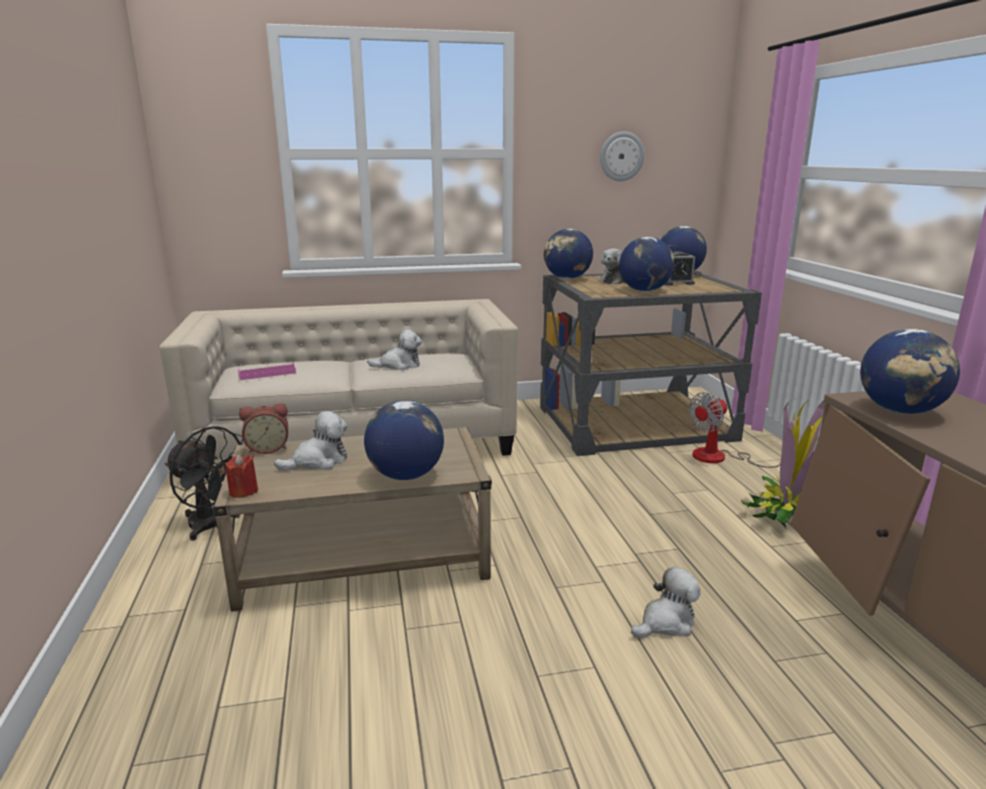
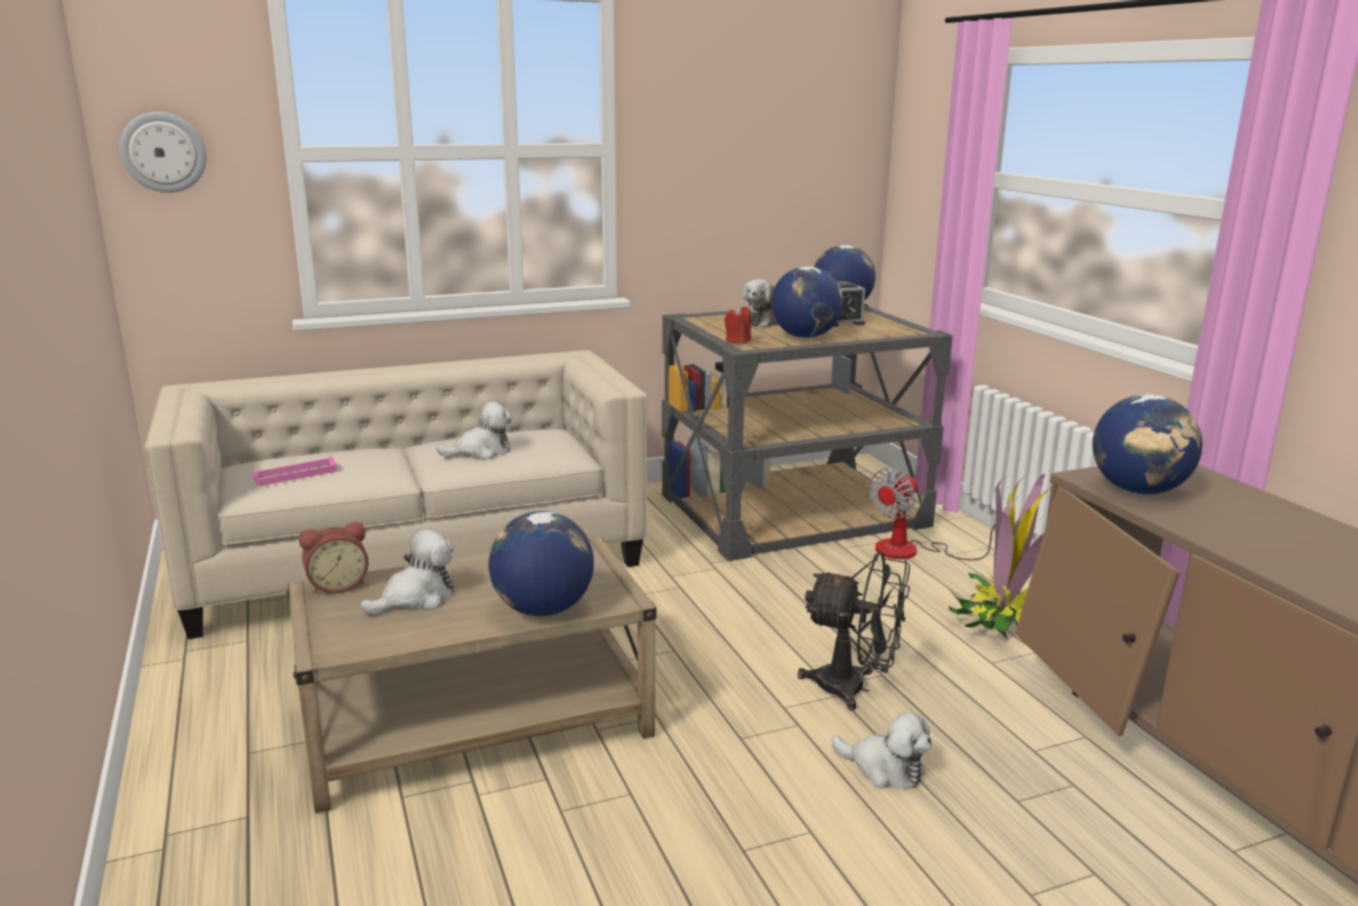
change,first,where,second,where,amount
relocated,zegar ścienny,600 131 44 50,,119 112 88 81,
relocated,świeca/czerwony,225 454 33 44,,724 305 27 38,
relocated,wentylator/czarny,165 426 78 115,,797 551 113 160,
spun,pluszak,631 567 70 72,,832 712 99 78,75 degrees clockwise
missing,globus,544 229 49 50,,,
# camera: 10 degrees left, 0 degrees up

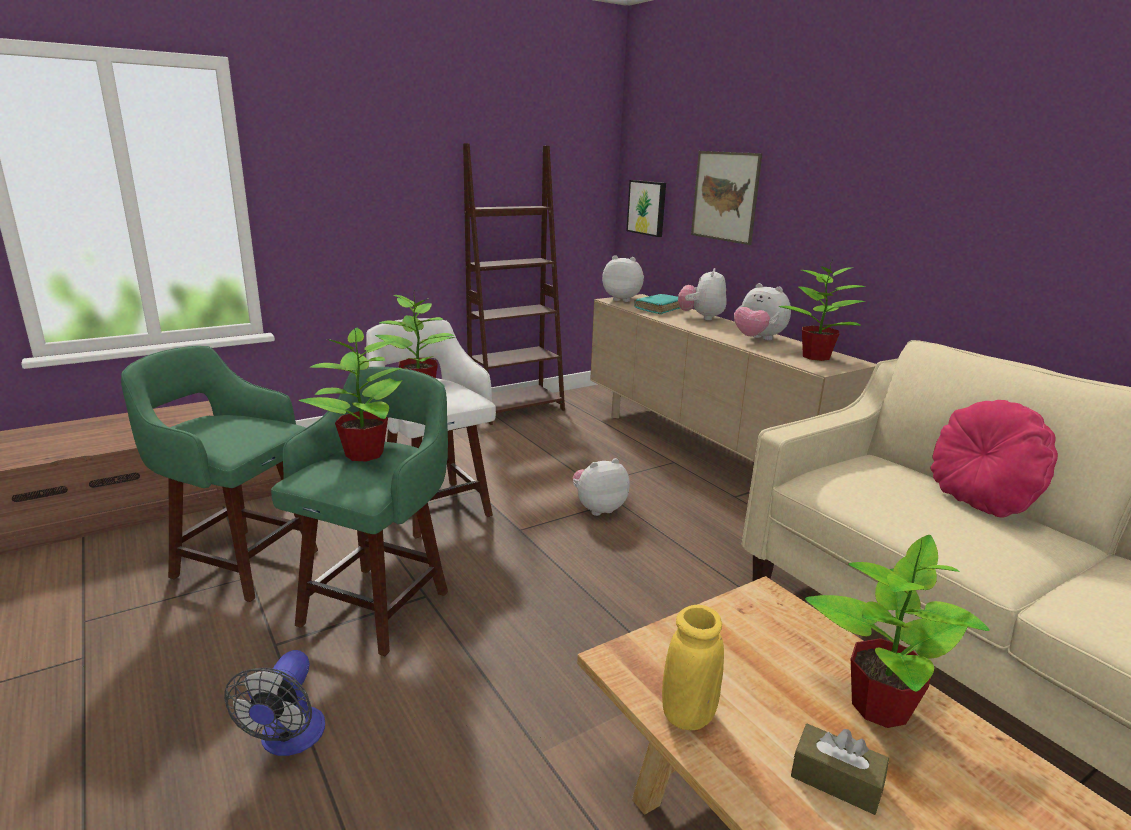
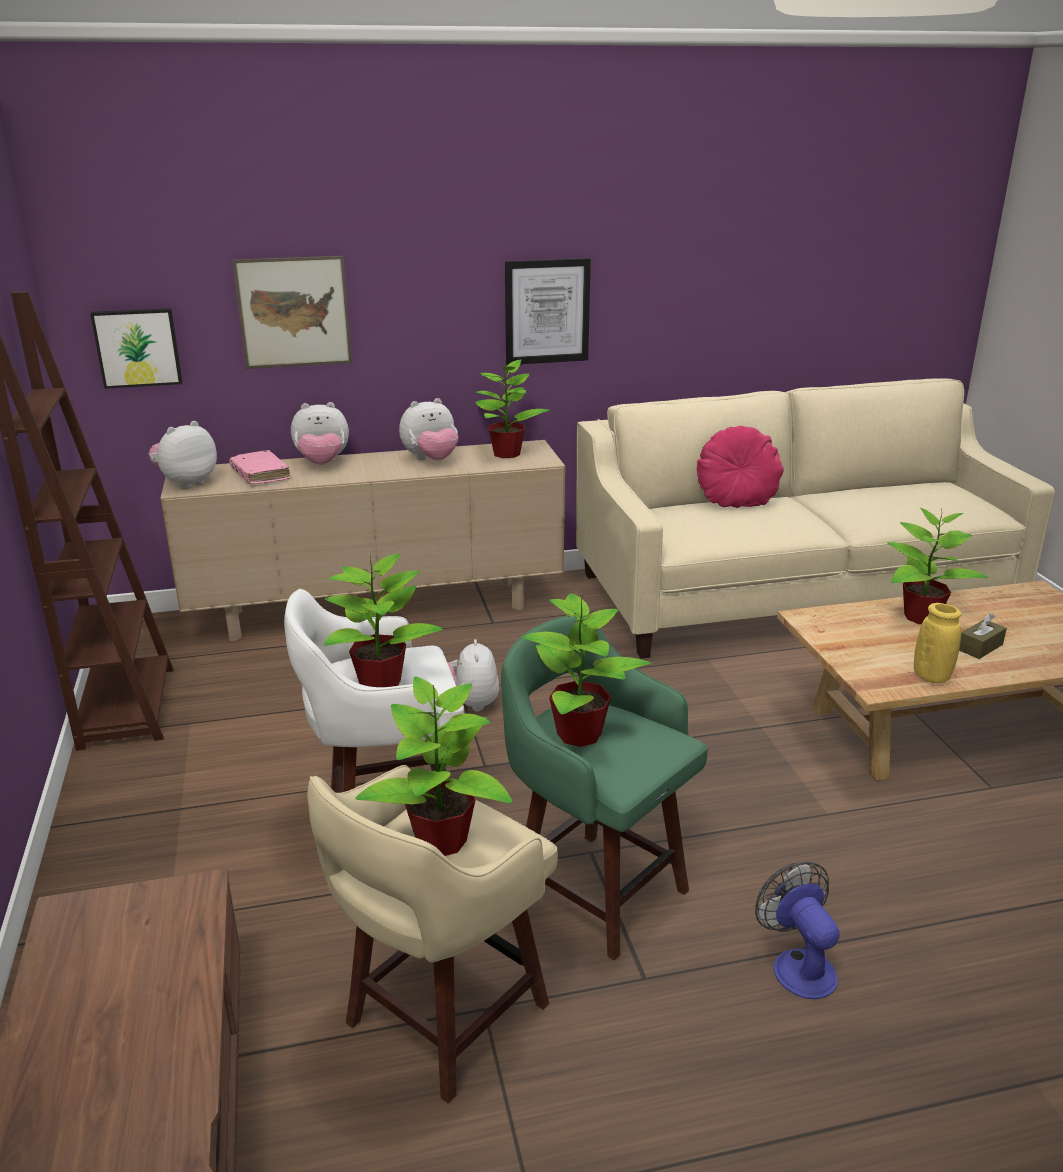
change,first,where,second,where,amount
colour,książka/turkusowy,634 294 46 20,książka/różowy,229 450 61 34,
spun,pluszak,678 268 48 52,,291 402 58 63,45 degrees counterclockwise
colour,stołek/zielony,121 346 197 256,stołek/beżowy,307 765 251 339,
appeared,,,roślina doniczkowa,356 676 156 180,
appeared,,,obraz,505 258 86 107,
spun,wentylator,224 650 101 106,,755 862 85 137,135 degrees counterclockwise
# camera: 70 degrees left, 5 degrees up

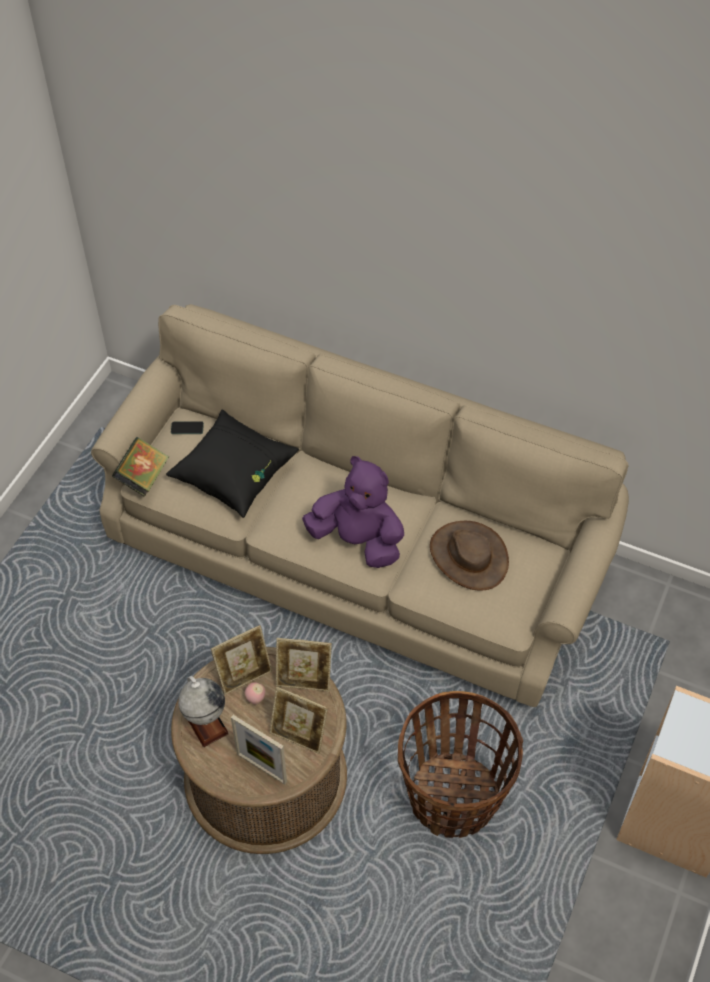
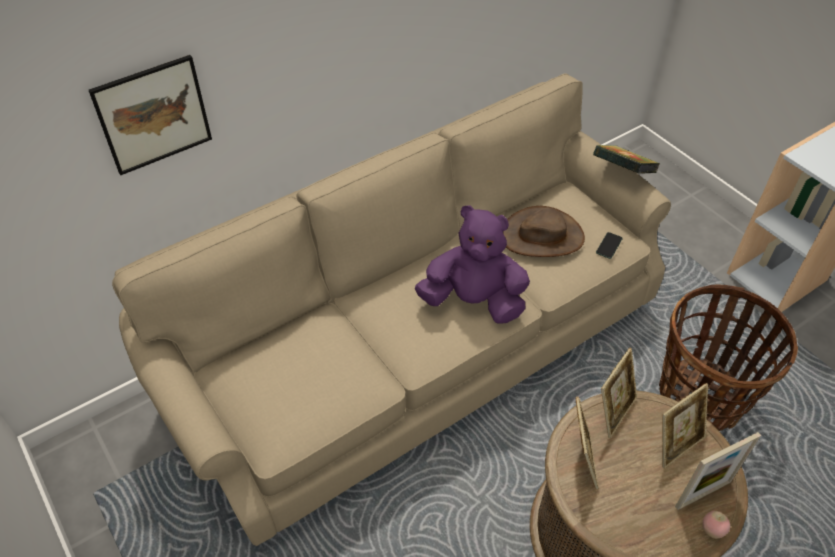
change,first,where,second,where,amount
appeared,,,obraz,89 55 123 120,
spun,pluszak/fioletowy,302 456 102 112,,415 205 115 119,45 degrees clockwise
relocated,książka,112 437 57 60,,593 145 67 28,
relocated,telefon,171 421 33 13,,596 232 27 27,
relocated,jabłko,245 682 21 23,,702 511 28 28,
missing,poduszka/czarny,166 410 133 108,,,
missing,globus,178 676 51 71,,,
# camera: 60 degrees left, 5 degrees down

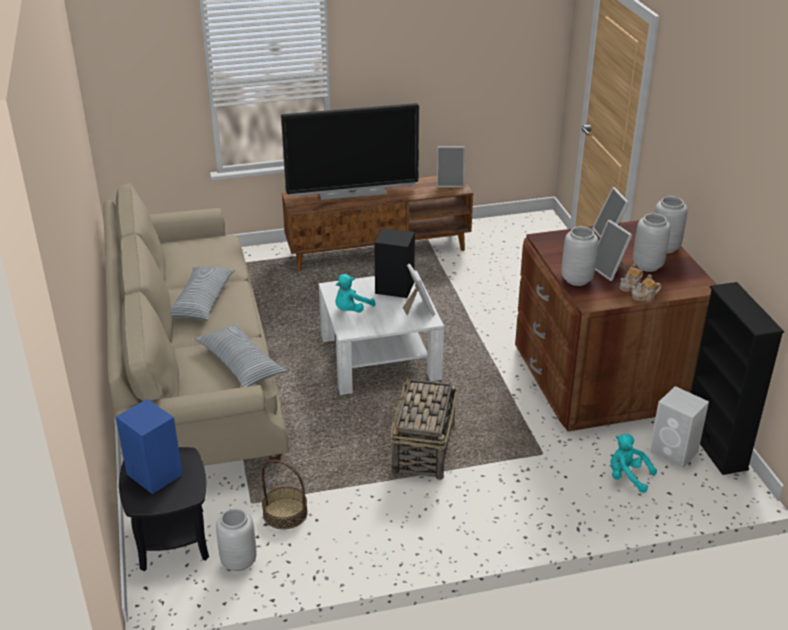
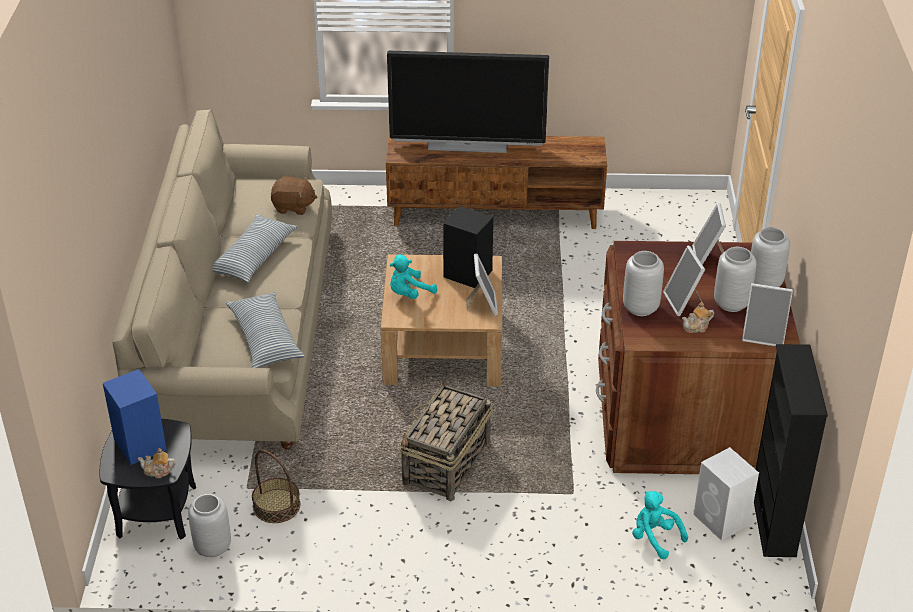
change,first,where,second,where,amount
relocated,imbryk,631 274 30 28,,138 448 38 30,
appeared,,,pluszak/brązowy,271 176 46 39,
colour,ława/biały,319 271 125 124,ława/brązowy,381 254 121 132,
relocated,ramka na zdjęcie,437 146 28 41,,742 283 51 63,
# camera: 15 degrees right, 5 degrees up

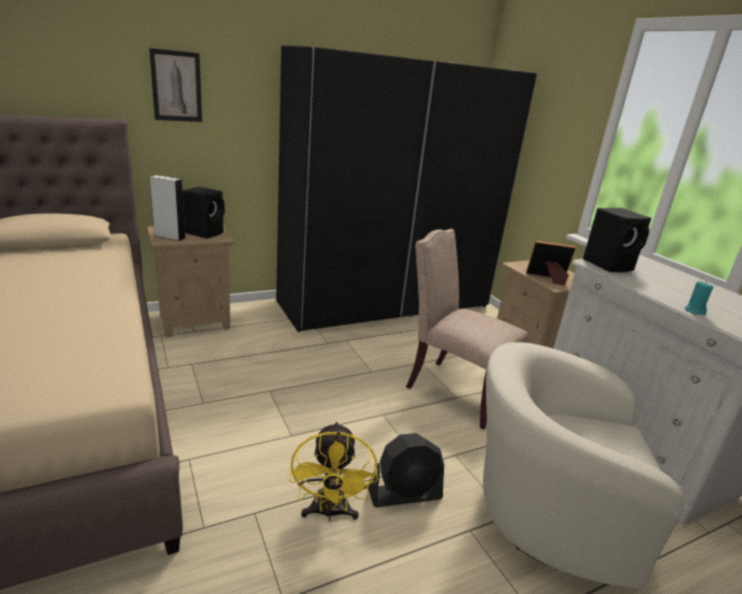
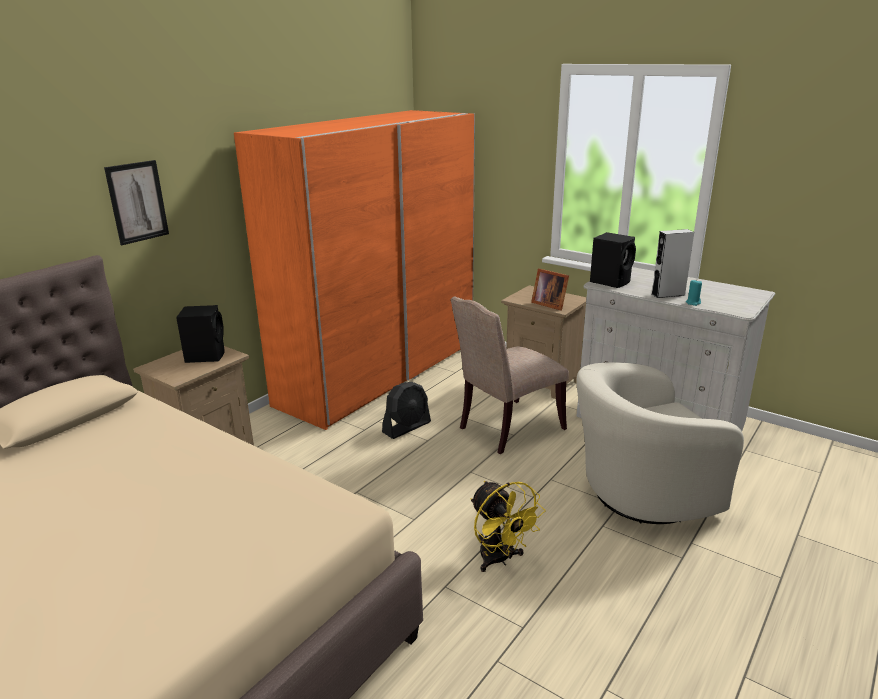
change,first,where,second,where,amount
colour,szafa/czarny,276 46 262 286,szafa/pomarańczowy,234 110 241 320,
relocated,wentylator/czarny,368 433 76 74,,382 382 49 57,
spun,krzesło/beżowy,406 229 122 201,,451 296 118 158,45 degrees counterclockwise
spun,ramka na zdjęcie,526 241 50 45,,531 268 38 42,120 degrees counterclockwise
relocated,głośnik/szary,150 175 35 66,,652 229 42 69,
# camera: 25 degrees left, 0 degrees up

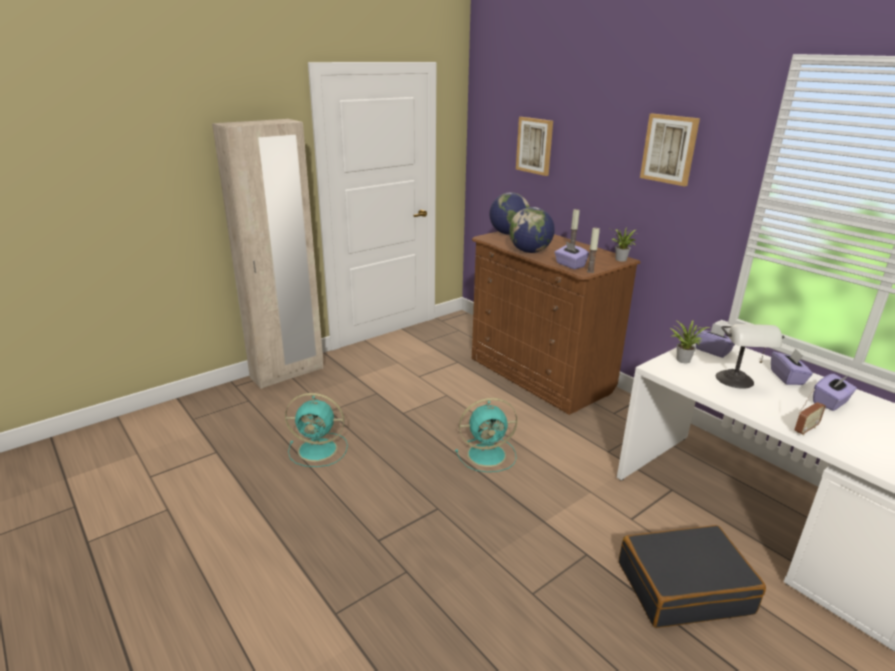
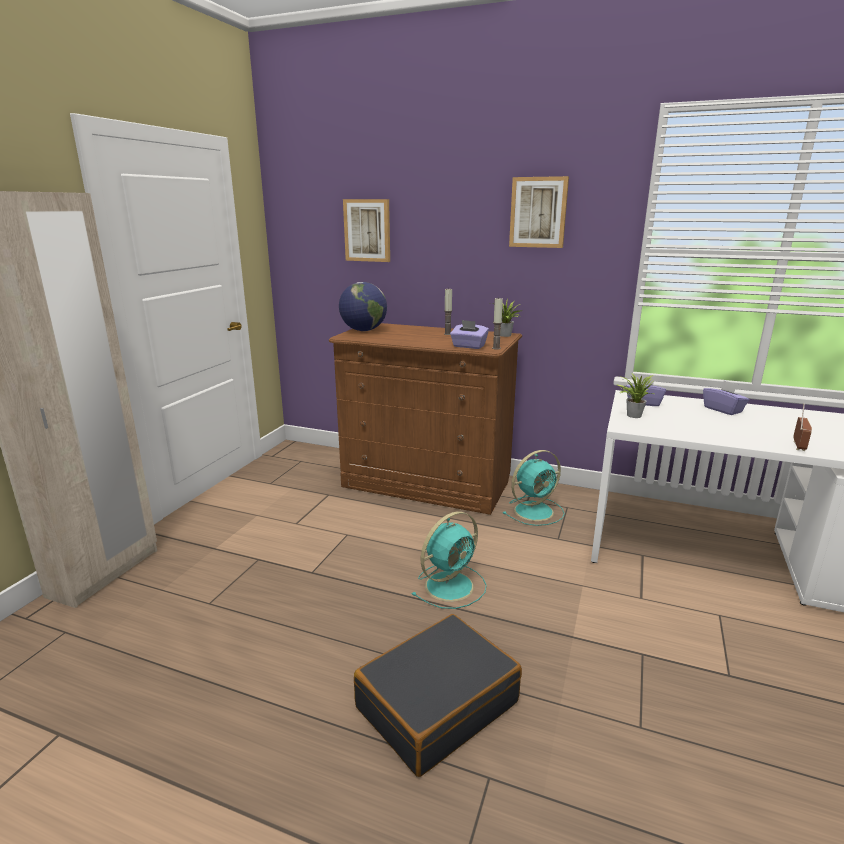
change,first,where,second,where,amount
relocated,walizka/czarny,619 525 147 103,,354 614 168 163,
relocated,wentylator/turkusowy,285 393 63 74,,503 450 62 76,
missing,globus,509 207 46 46,,,
missing,lampa stołowa,716 324 68 65,,,
missing,pudełko chusteczek/fioletowy,813 374 44 37,,,
# camera: 30 degrees left, 5 degrees down

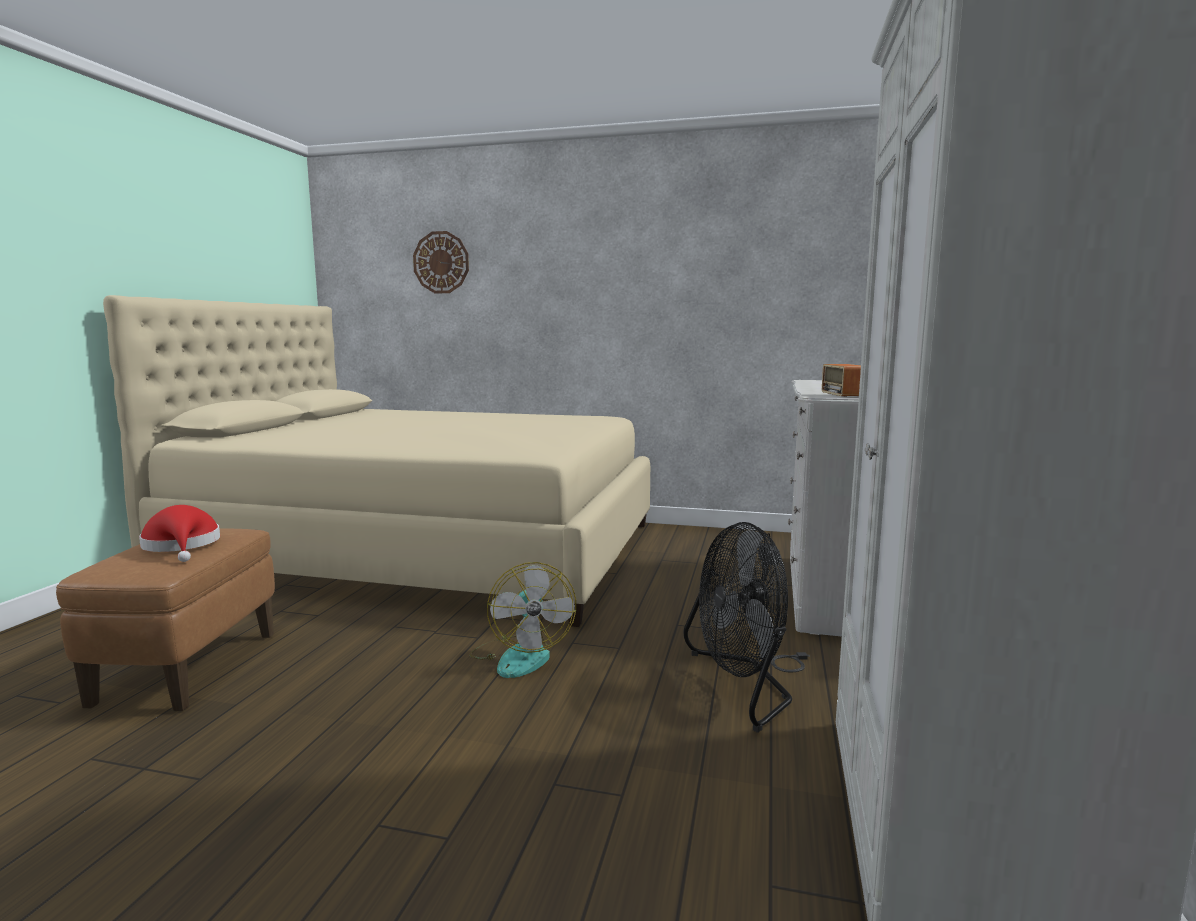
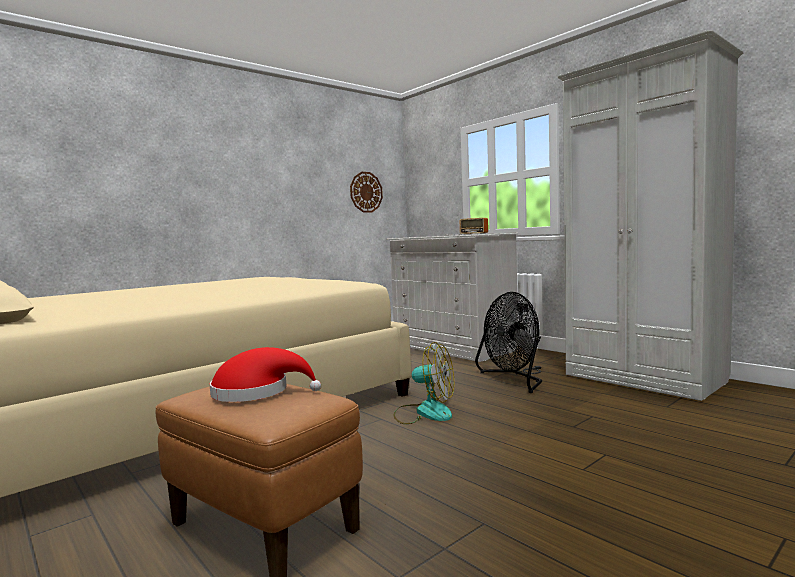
change,first,where,second,where,amount
relocated,zegar ścienny,413 231 56 62,,350 172 33 41,
spun,wentylator/czarny,684 522 126 211,,475 292 67 101,45 degrees clockwise
# camera: 55 degrees left, 5 degrees down

